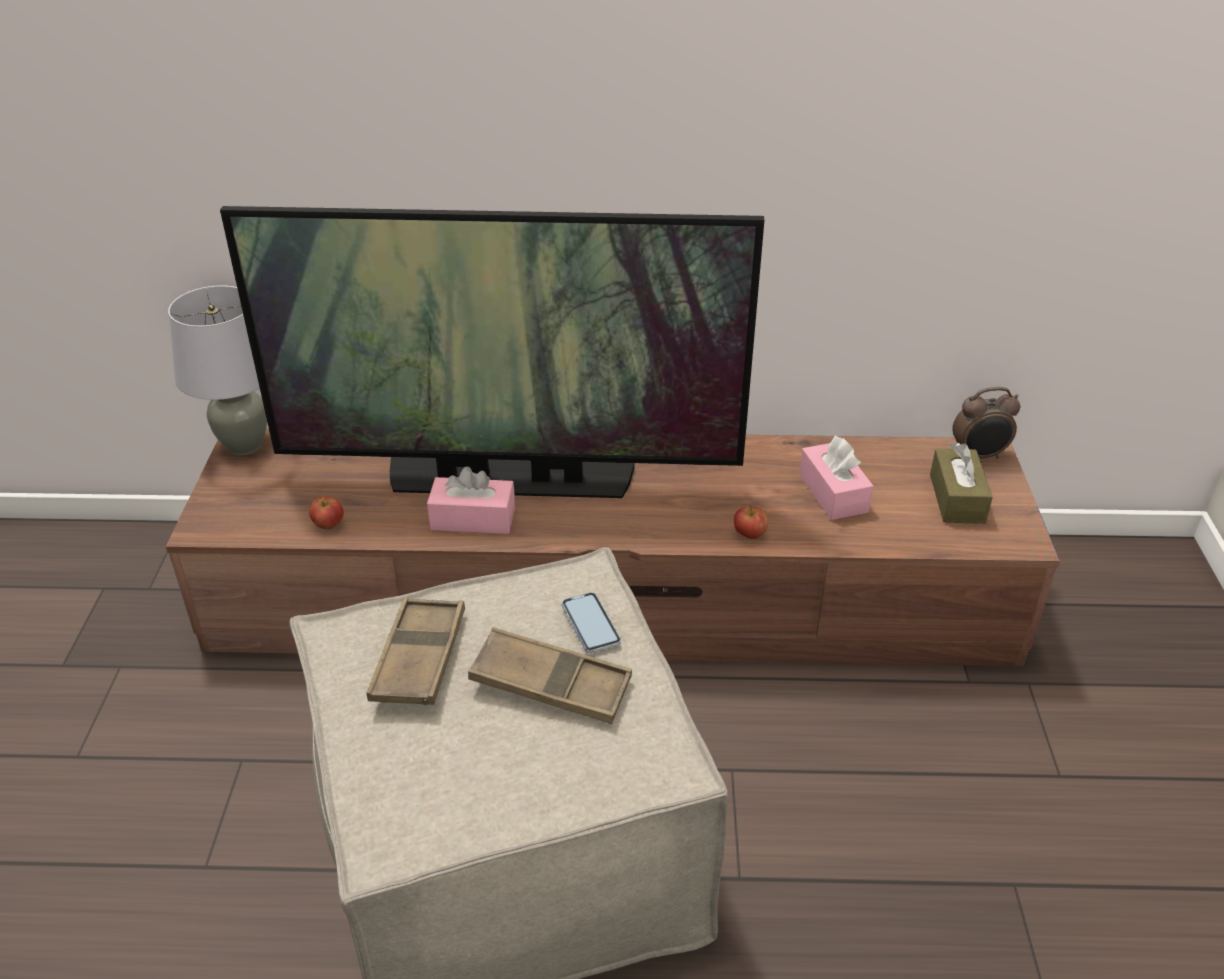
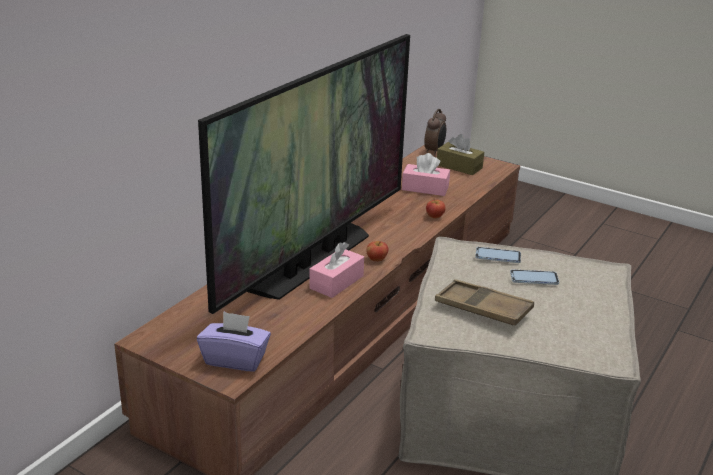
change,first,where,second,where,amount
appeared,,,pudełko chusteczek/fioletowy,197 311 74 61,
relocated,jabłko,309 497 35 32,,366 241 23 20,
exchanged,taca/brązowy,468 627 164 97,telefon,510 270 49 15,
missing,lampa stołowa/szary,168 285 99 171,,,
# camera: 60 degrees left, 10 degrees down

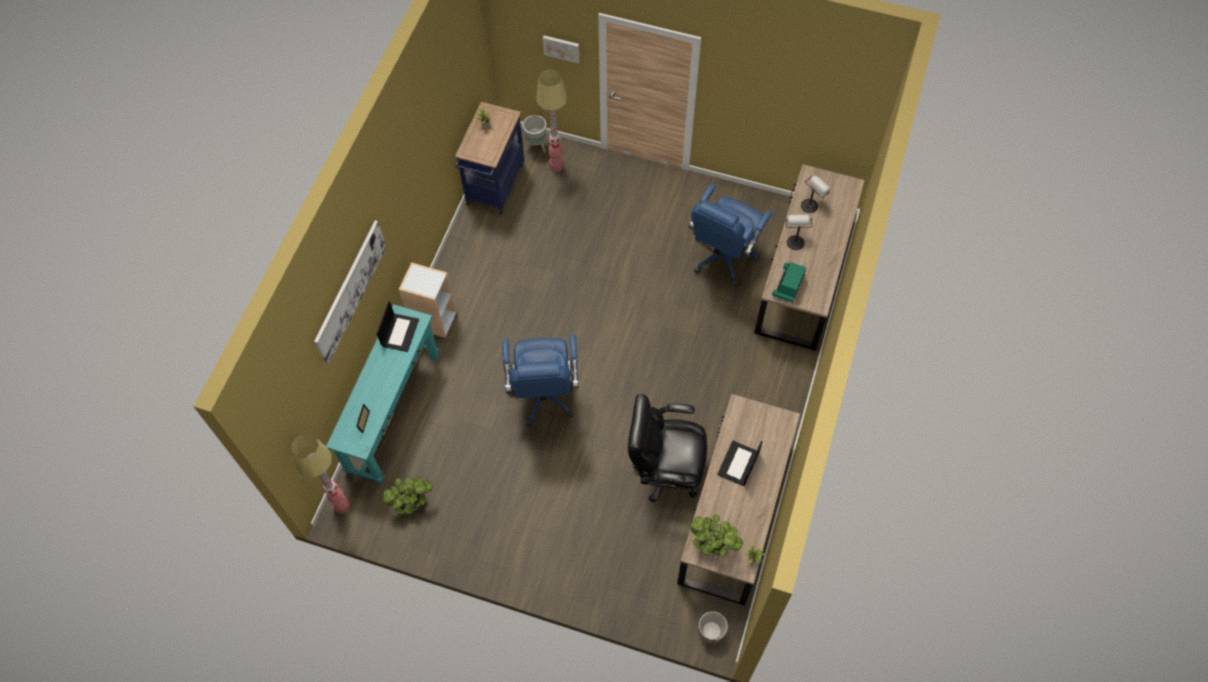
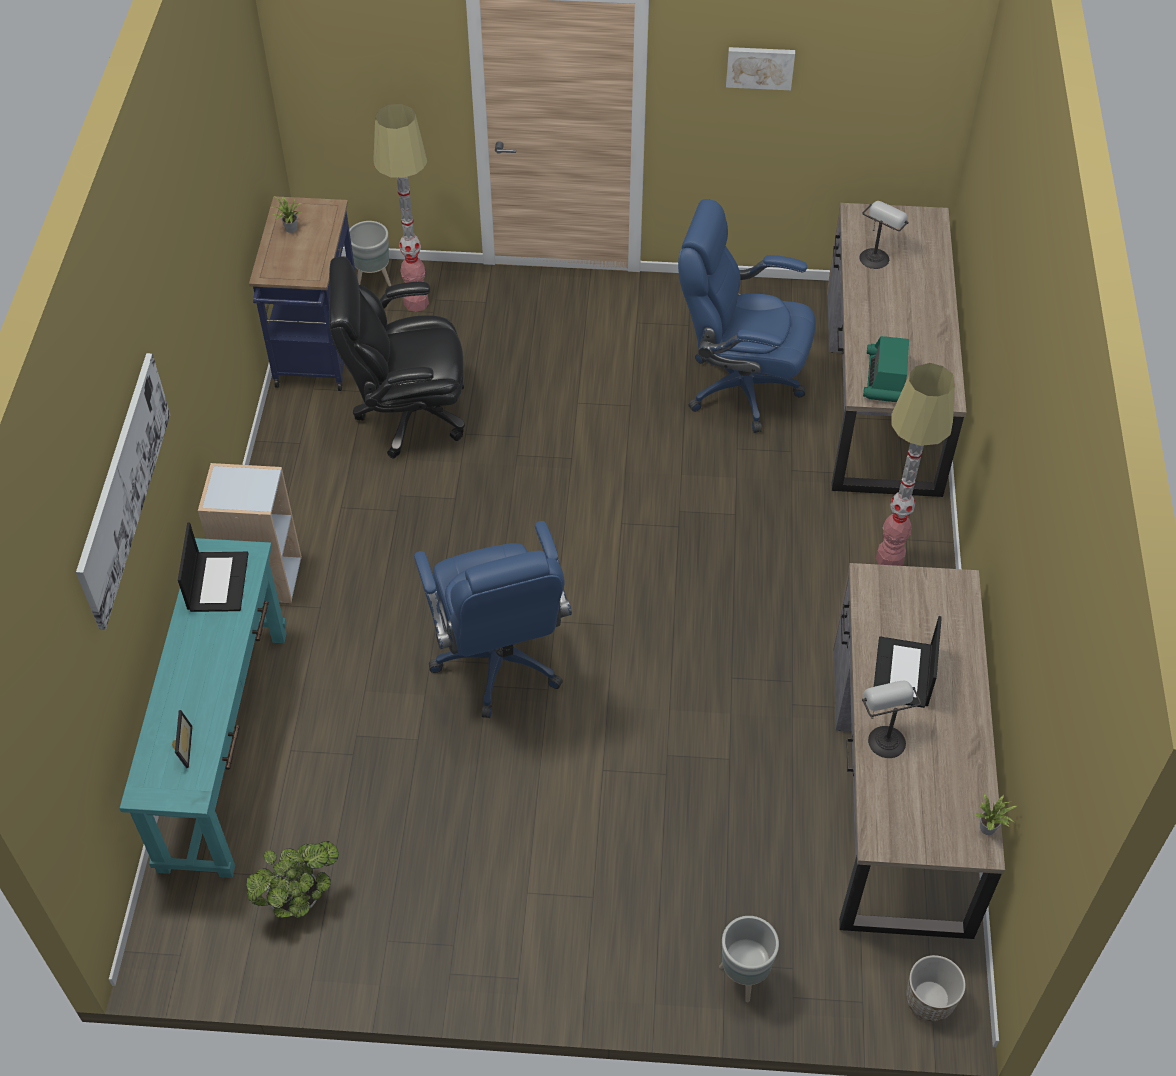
change,first,where,second,where,amount
relocated,krzesło biurowe/czarny,628 394 79 108,,329 257 136 201,
spun,krzesło biurowe/niebieski,688 184 84 102,,678 199 138 234,90 degrees clockwise
appeared,,,donica/szary,719 916 60 86,
relocated,obraz,543 35 37 29,,726 47 69 43,
relocated,lampa stołowa,785 215 28 35,,862 680 59 78,
relocated,lampa stojąca,292 434 58 80,,876 363 79 203,
missing,roślina doniczkowa,690 515 53 41,,,
# camera: 15 degrees left, 10 degrees down

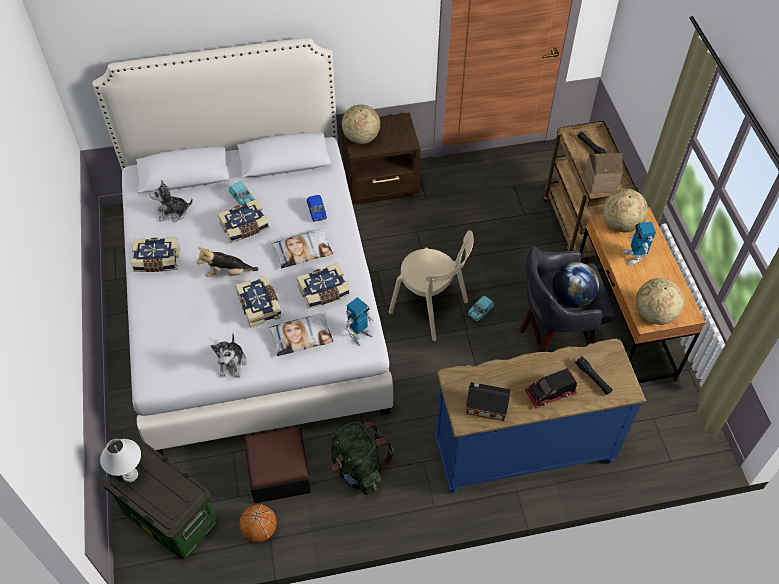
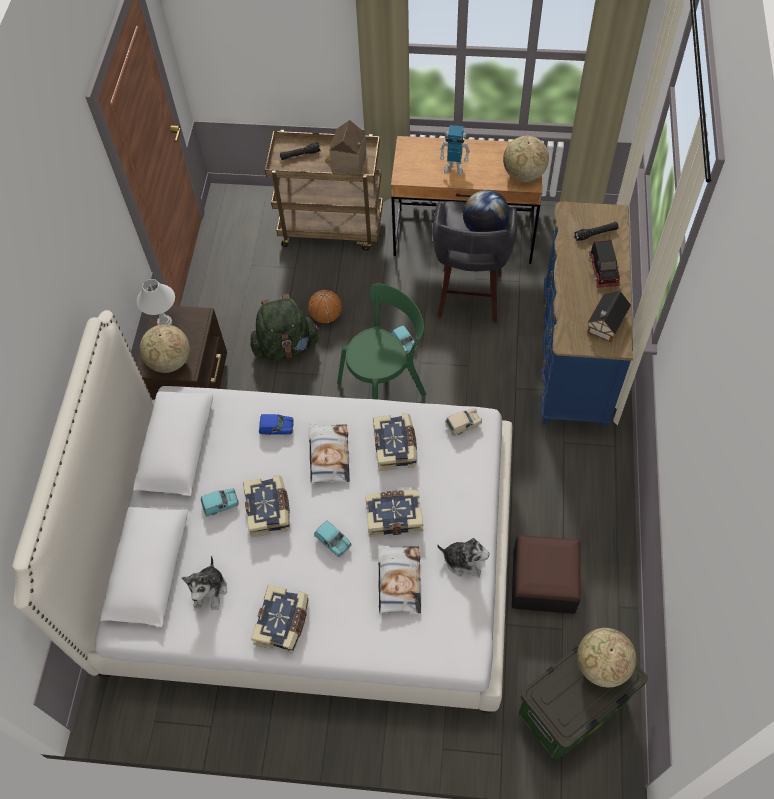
change,first,where,second,where,amount
relocated,lampa stołowa/biały,100 439 41 43,,137 279 38 46,
relocated,plecak/zielony,331 421 63 74,,250 294 69 67,
relocated,piłka do koszykówki,240 504 37 38,,308 290 34 33,
exchanged,pluszak,197 247 62 30,samochodzik/turkusowy,314 520 37 37,
colour,krzesło/beżowy,389 230 85 111,krzesło/zielony,337 283 89 117,
relocated,poduszka,269 313 64 43,,378 544 43 70,
exchanged,robot zabawkowy,345 297 29 49,samochodzik/beżowy,445 408 37 28,
relocated,globus,603 189 45 43,,577 628 59 60,
# camera: 70 degrees left, 5 degrees up

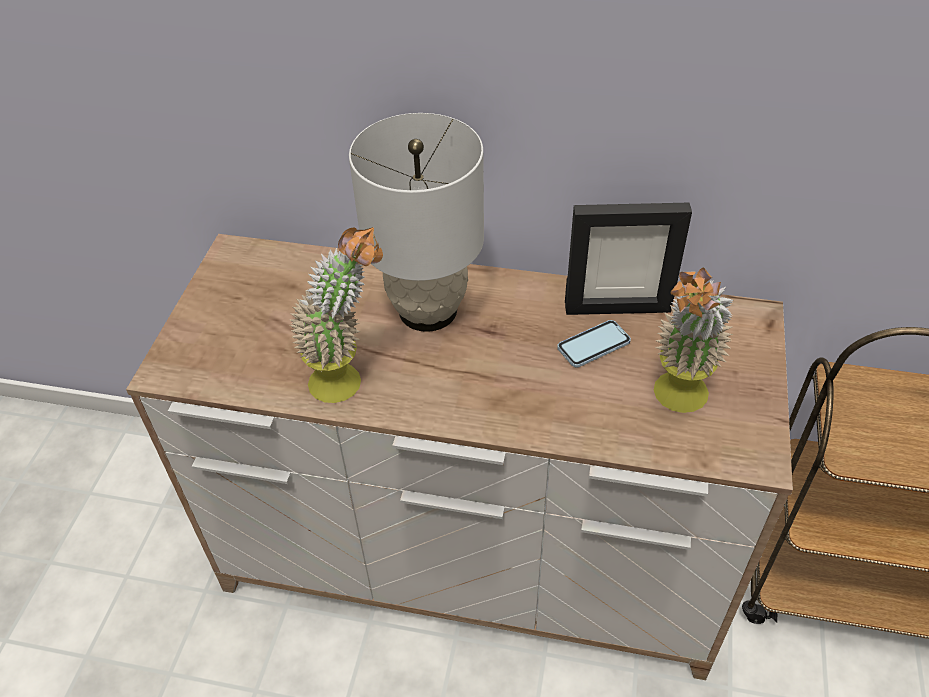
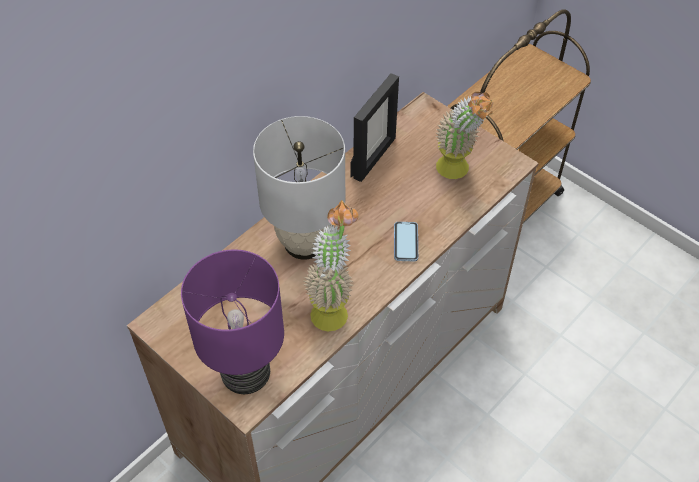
change,first,where,second,where,amount
appeared,,,lampa stołowa/fioletowy,181 250 103 144,
relocated,telefon,557 320 74 47,,394 222 24 39,
# camera: 60 degrees left, 5 degrees up

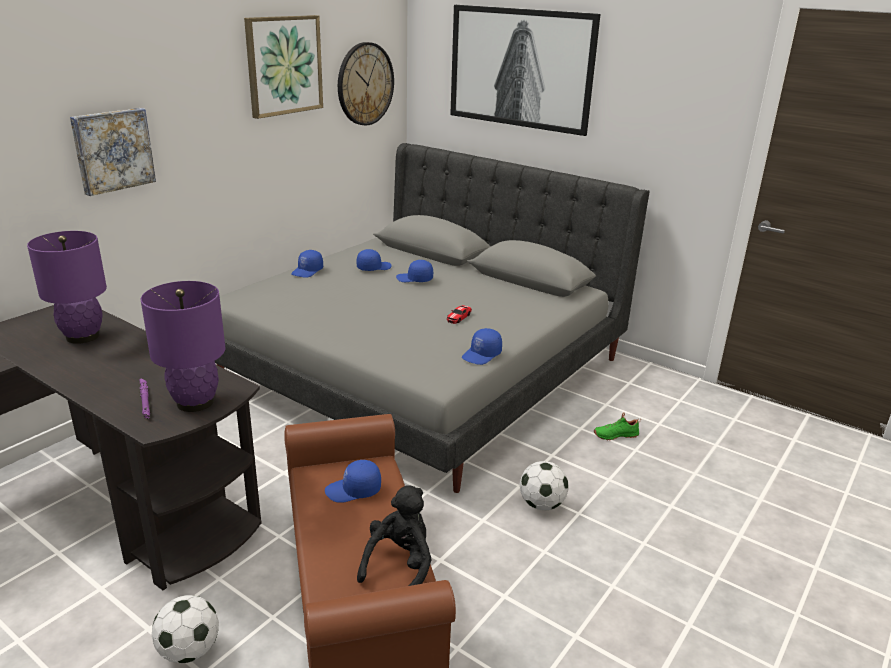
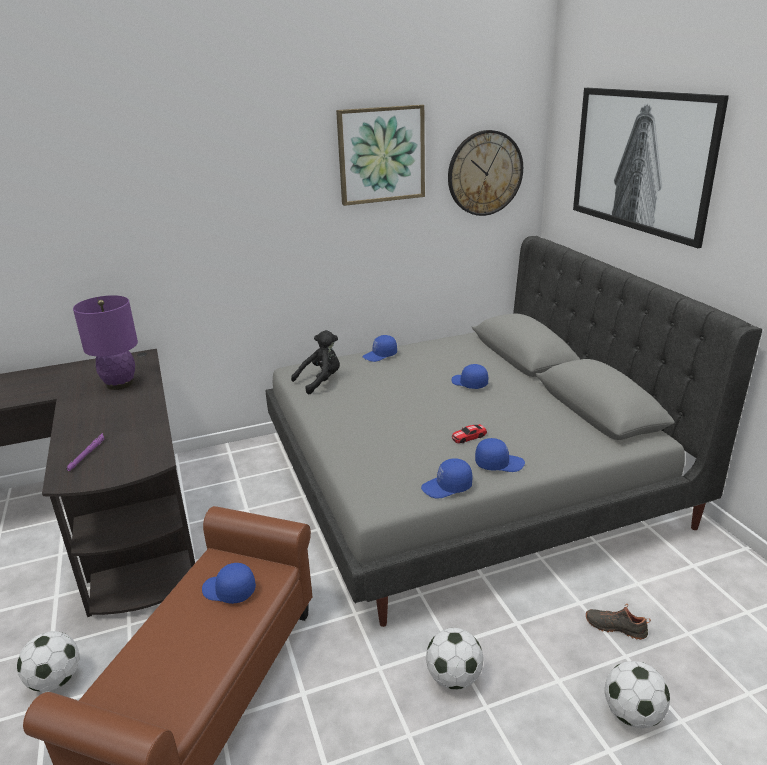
change,first,where,second,where,amount
relocated,pluszak/czarny,357 485 75 101,,291 330 49 64,
relocated,czapka z daszkiem/niebieski,357 249 35 22,,475 438 50 34,
colour,but/zielony,594 412 46 28,but/czarny,586 604 65 36,
appeared,,,piłka futbolowa,605 661 65 68,
missing,obraz,70 108 86 88,,,
missing,lampa stołowa/fioletowy,141 281 84 131,,,
# camera: 35 degrees right, 0 degrees up

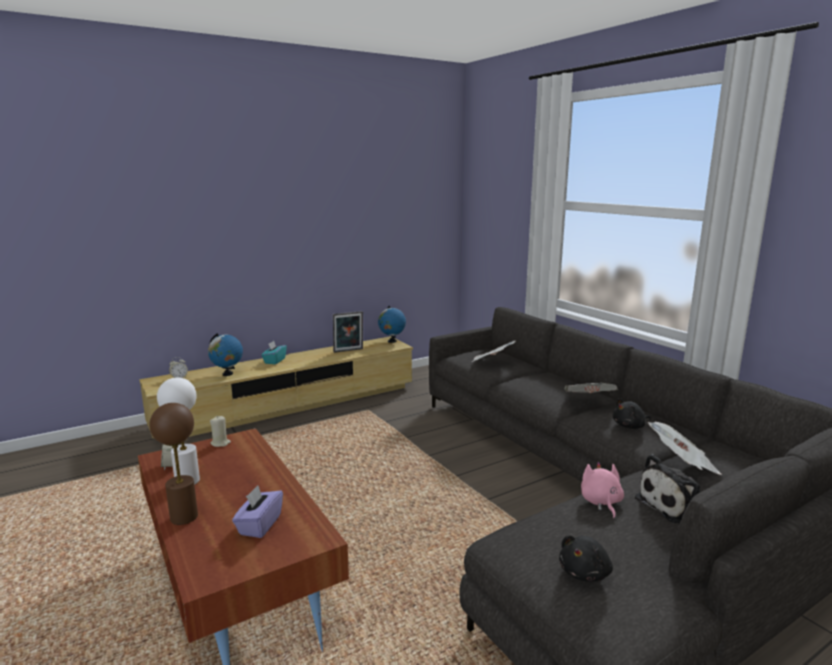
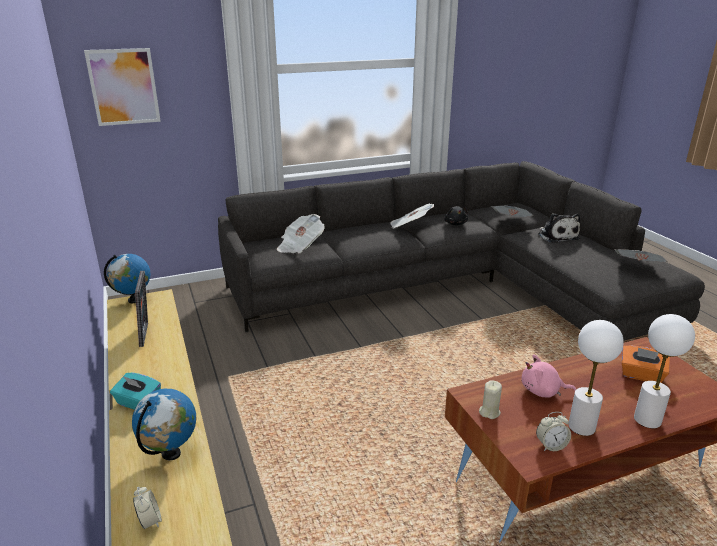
change,first,where,second,where,amount
appeared,,,obraz,84 48 77 78,
relocated,pluszak/różowy,581 462 43 57,,522 354 54 44,
exchanged,pluszak/czarny,559 535 54 47,gazeta,614 249 54 13,
colour,pudełko chusteczek/fioletowy,232 485 51 53,pudełko chusteczek/pomarańczowy,622 346 48 37,
colour,lampa stołowa/brązowy,150 403 48 122,lampa stołowa/biały,634 314 61 114,
# camera: 80 degrees left, 10 degrees up

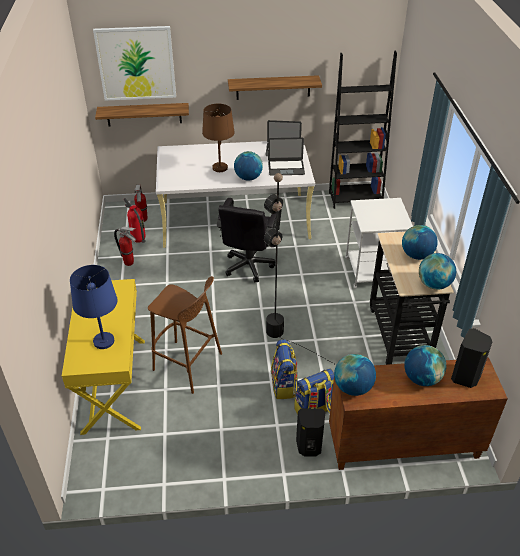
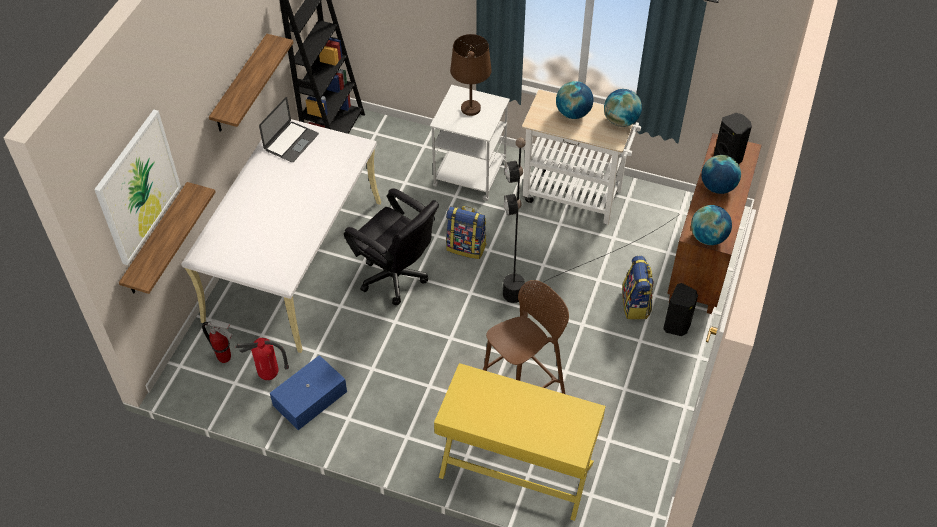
change,first,where,second,where,amount
exchanged,gaśnica,114 227 22 39,pojemnik do przechowywania/niebieski,270 355 77 75,
relocated,plecak,271 339 27 60,,446 206 41 53,
relocated,lampa stołowa/brązowy,202 104 33 68,,450 34 42 82,
colour,wózek/czarny,370 231 84 134,wózek/biały,522 90 119 135,
missing,lampa stołowa/niebieski,70 265 48 84,,,
missing,globus,234 151 29 30,,,
missing,laptop,268 137 37 39,,,
# camera: 65 degrees left, 10 degrees up

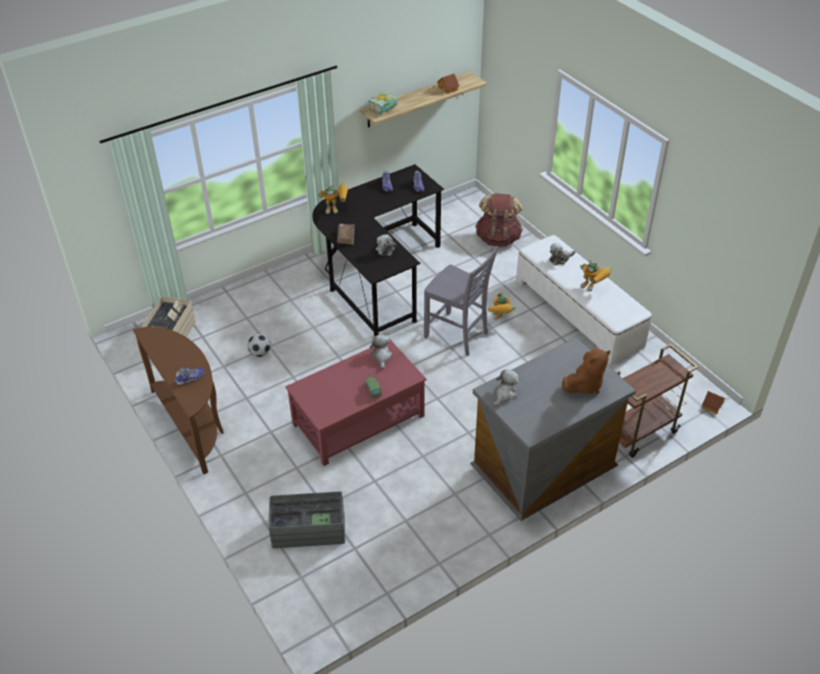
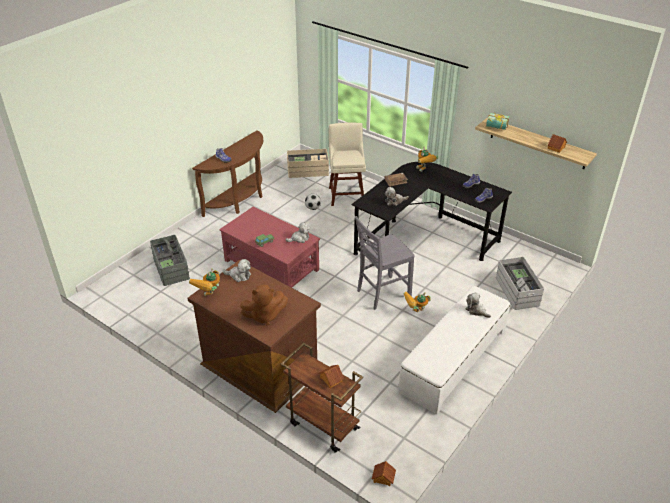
change,first,where,second,where,amount
colour,komoda/szary,470 337 166 184,komoda/brązowy,188 260 133 153,
relocated,robot zabawkowy,580 260 32 32,,189 268 31 28,
spun,pluszak/brązowy,562 348 49 46,,240 285 48 41,45 degrees counterclockwise
appeared,,,domek,319 365 25 23,
appeared,,,stołek/beżowy,329 122 37 84,
spun,krzesło/szary,424 246 74 110,,355 216 60 94,45 degrees clockwise
exchanged,plecak/brązowy,475 193 48 54,pojemnik do przechowywania/szary,496 257 48 53,
# camera: 70 degrees right, 5 degrees down

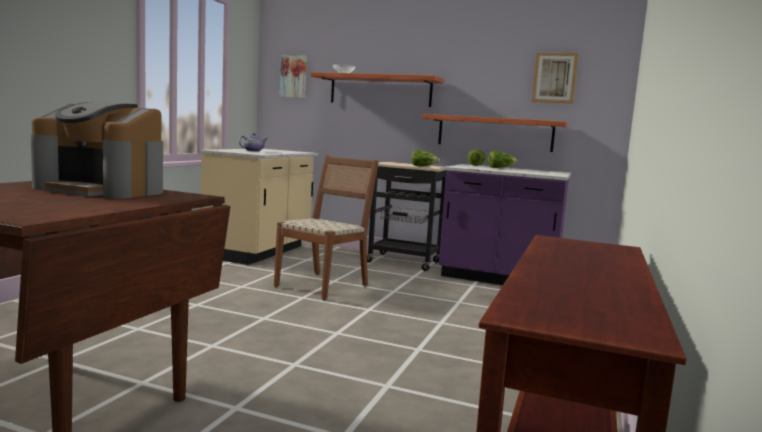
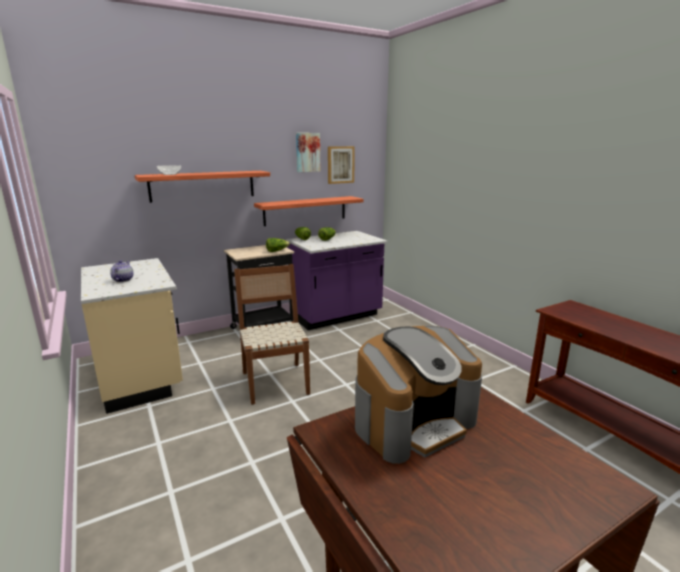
change,first,where,second,where,amount
relocated,obraz,280 56 27 42,,296 133 25 39,
# camera: 50 degrees left, 10 degrees up

